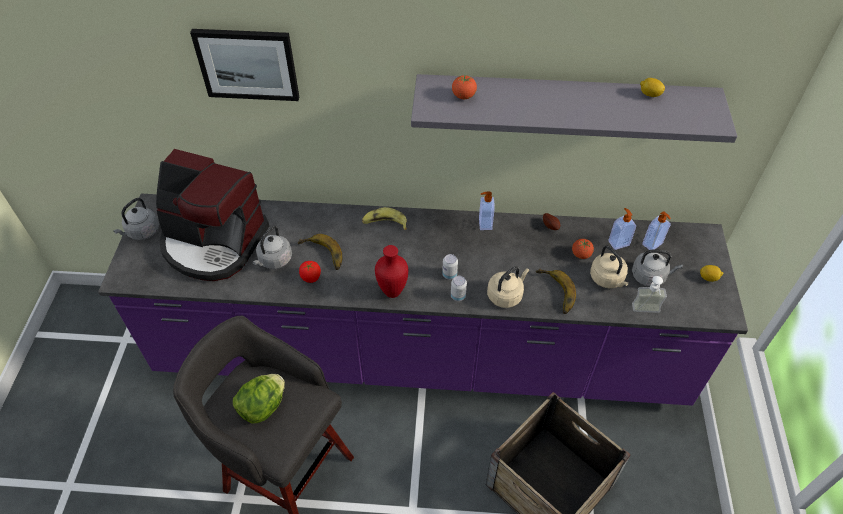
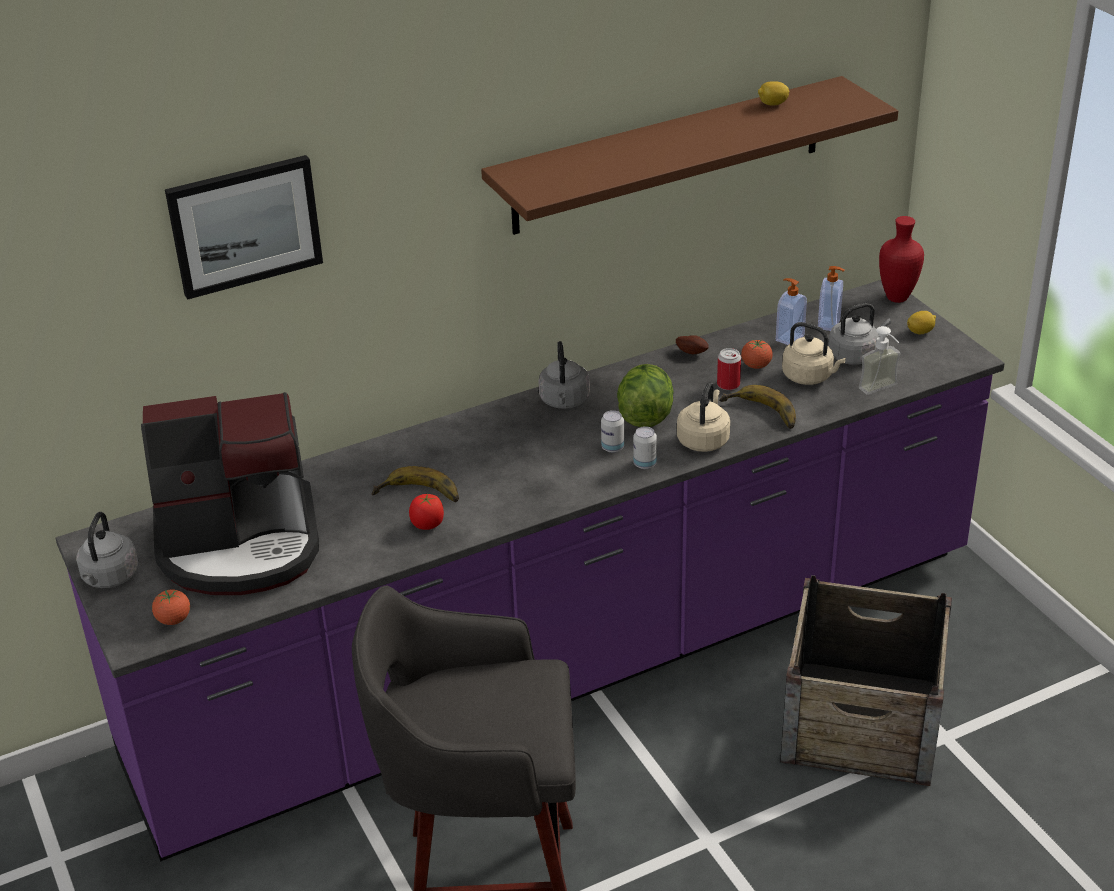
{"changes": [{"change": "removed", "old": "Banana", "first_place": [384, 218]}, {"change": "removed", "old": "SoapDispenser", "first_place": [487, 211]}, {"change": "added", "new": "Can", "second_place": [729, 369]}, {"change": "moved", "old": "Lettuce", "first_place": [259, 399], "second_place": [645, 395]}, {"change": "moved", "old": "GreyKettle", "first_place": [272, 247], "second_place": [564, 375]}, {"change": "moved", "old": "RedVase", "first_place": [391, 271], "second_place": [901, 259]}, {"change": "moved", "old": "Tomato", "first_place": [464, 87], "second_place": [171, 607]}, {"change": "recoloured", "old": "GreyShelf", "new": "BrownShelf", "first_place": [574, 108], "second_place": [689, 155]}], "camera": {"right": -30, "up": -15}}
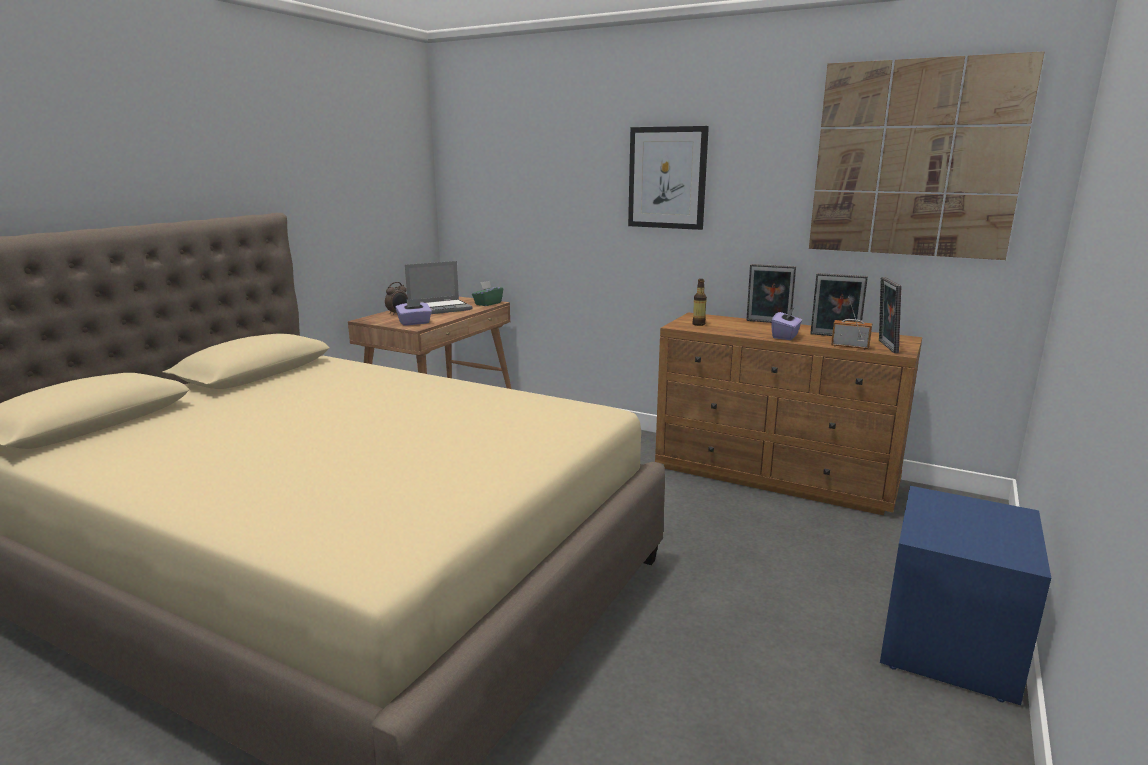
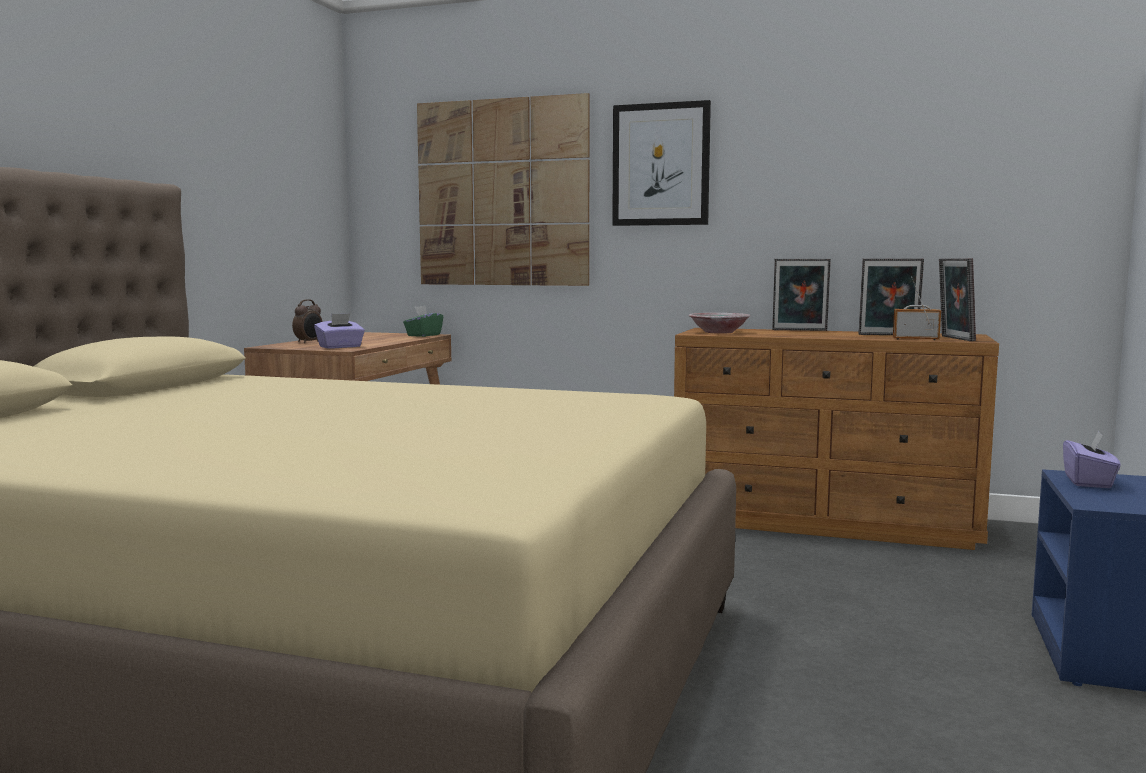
{"changes": [{"change": "removed", "old": "Laptop", "first_place": [438, 287]}, {"change": "moved", "old": "PurpleTissueBox", "first_place": [786, 323], "second_place": [1092, 459]}, {"change": "moved", "old": "Picture", "first_place": [927, 155], "second_place": [503, 189]}, {"change": "replaced", "old": "Bottle", "new": "Bowl", "first_place": [699, 302], "second_place": [719, 323]}], "camera": {"right": -10, "up": -10}}
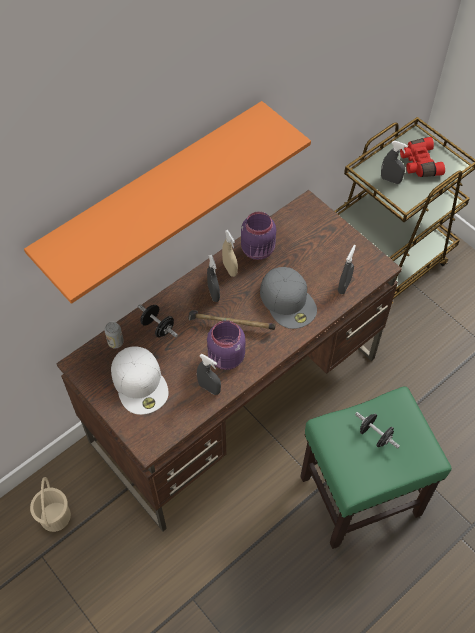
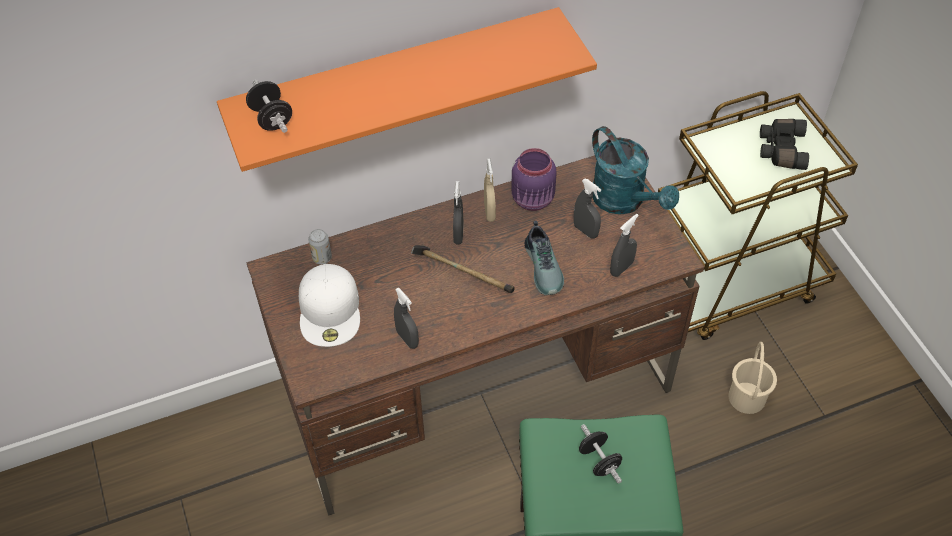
{"changes": [{"change": "removed", "old": "PurpleJar", "first_place": [226, 345]}, {"change": "added", "new": "TurquoiseWateringCan", "second_place": [635, 170]}, {"change": "moved", "old": "BeigeBucket", "first_place": [50, 504], "second_place": [753, 378]}, {"change": "moved", "old": "BlackDumbbell", "first_place": [158, 320], "second_place": [269, 106]}, {"change": "moved", "old": "GreySprayBottle", "first_place": [394, 162], "second_place": [587, 209]}, {"change": "replaced", "old": "GreyCap", "new": "Shoe", "first_place": [288, 298], "second_place": [544, 258]}, {"change": "recoloured", "old": "RedBinoculars", "new": "BlackBinoculars", "first_place": [422, 157], "second_place": [784, 144]}], "camera": {"right": 20, "up": -5}}
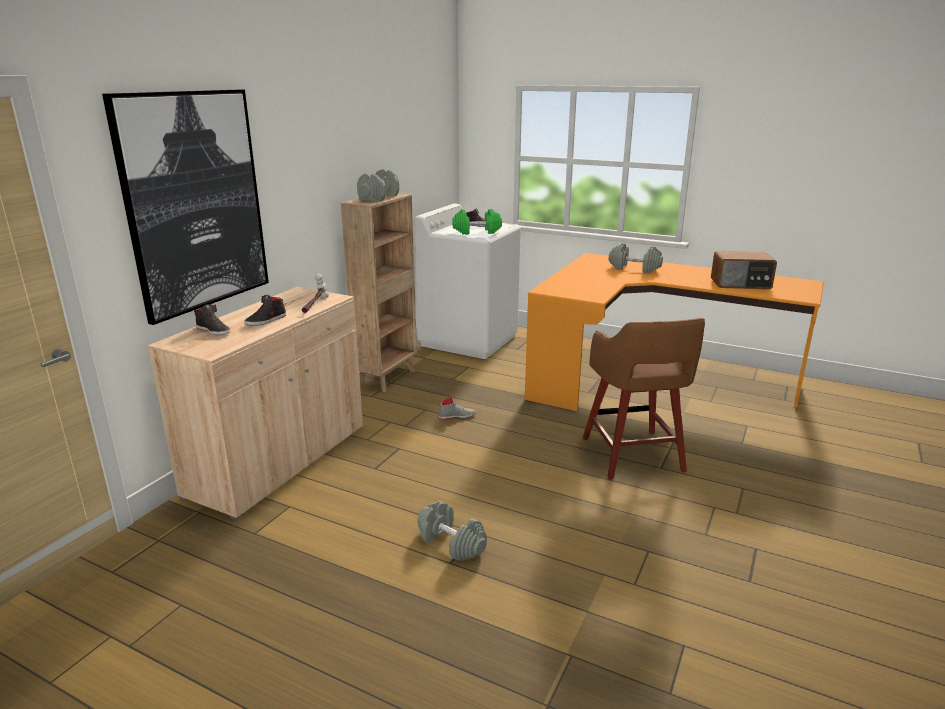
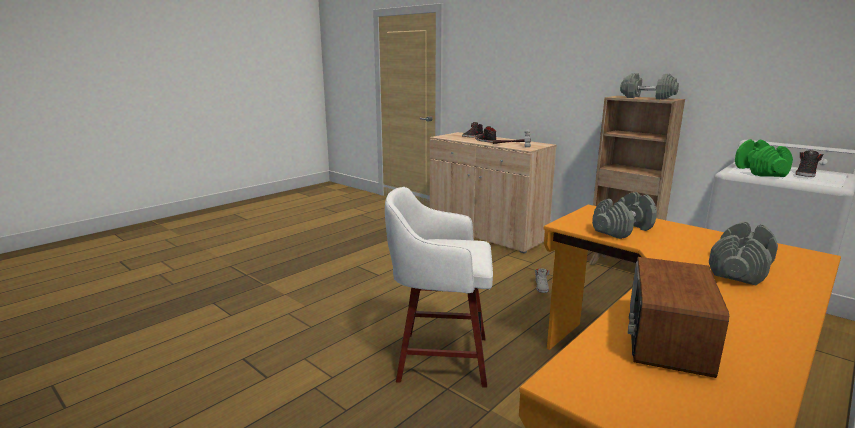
{"changes": [{"change": "removed", "old": "Picture", "first_place": [185, 207]}, {"change": "moved", "old": "GreyDumbbell", "first_place": [452, 531], "second_place": [624, 215]}, {"change": "recoloured", "old": "BrownStool", "new": "WhiteStool", "first_place": [644, 399], "second_place": [439, 287]}], "camera": {"right": 105, "up": -5}}
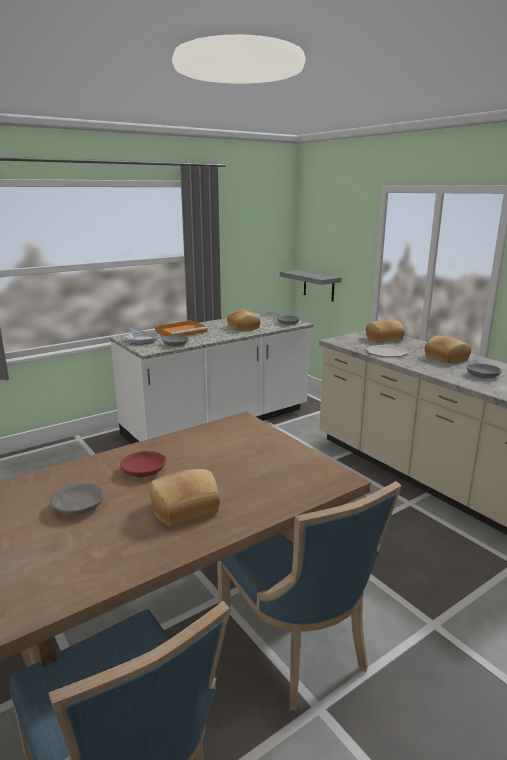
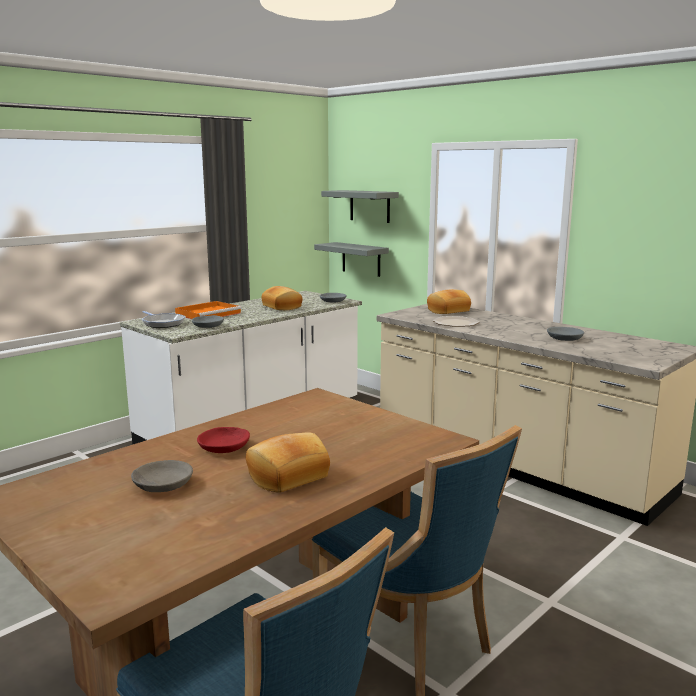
{"changes": [{"change": "removed", "old": "Bread", "first_place": [448, 350]}, {"change": "added", "new": "GreyShelf", "second_place": [360, 206]}], "camera": {"right": -10, "up": -5}}
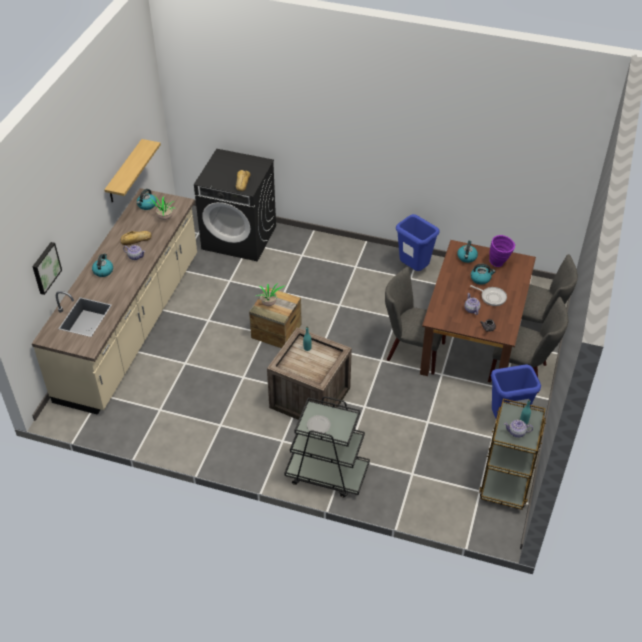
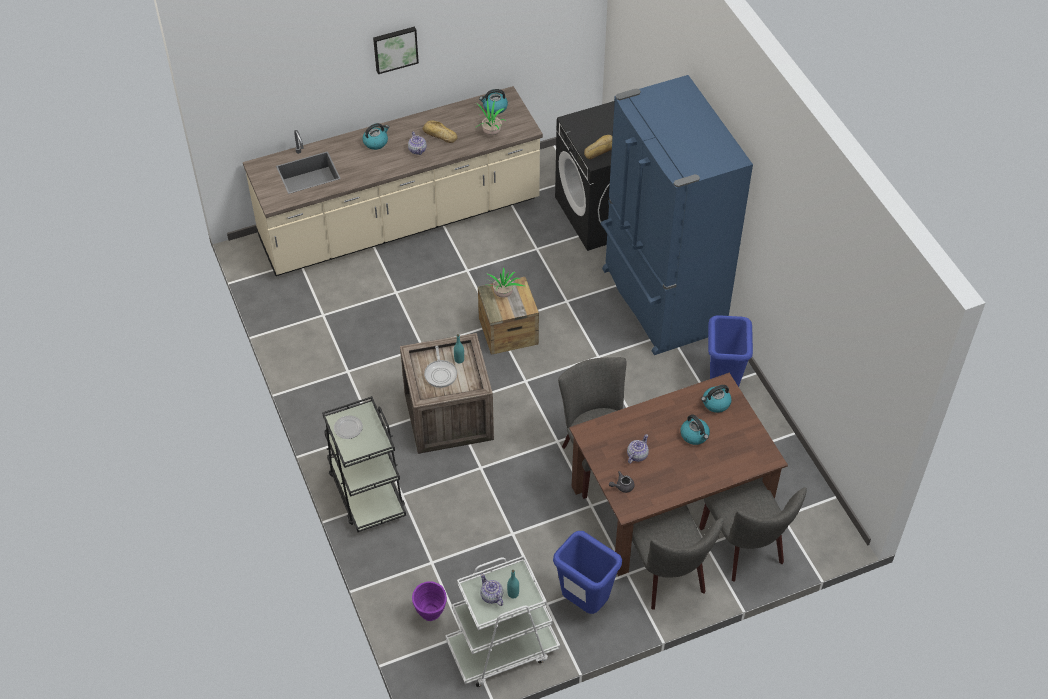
{"changes": [{"change": "removed", "old": "Shelf", "first_place": [132, 171]}, {"change": "added", "new": "BlueFridge", "second_place": [677, 215]}, {"change": "moved", "old": "Picture", "first_place": [47, 268], "second_place": [396, 50]}, {"change": "moved", "old": "FryingPan", "first_place": [488, 295], "second_place": [440, 367]}, {"change": "moved", "old": "PurpleVase", "first_place": [502, 251], "second_place": [429, 601]}, {"change": "recoloured", "old": "BrownCart", "new": "WhiteCart", "first_place": [512, 454], "second_place": [502, 621]}], "camera": {"right": 50, "up": 5}}
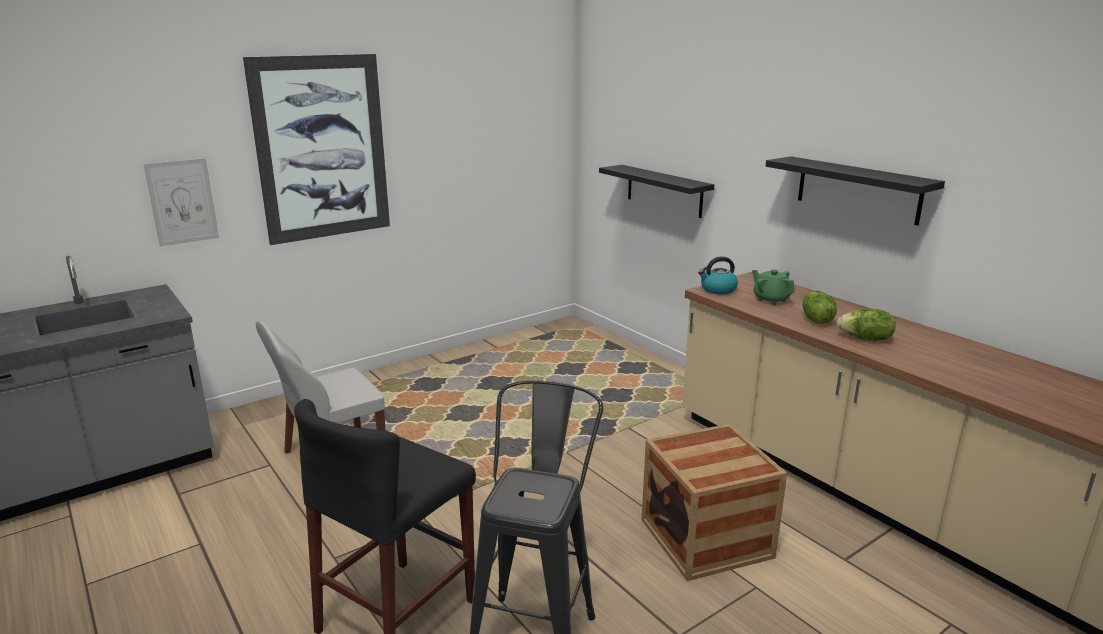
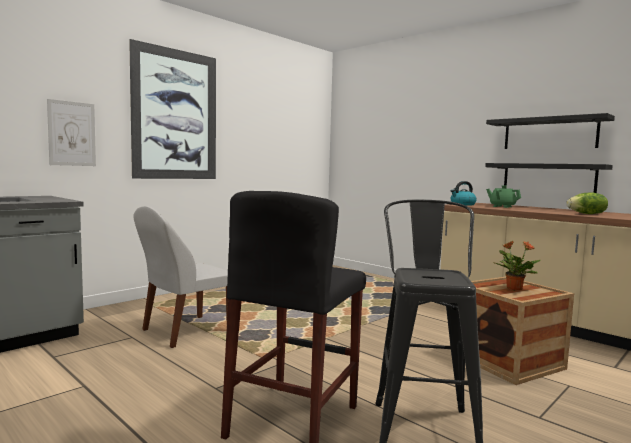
{"changes": [{"change": "removed", "old": "Lettuce", "first_place": [820, 307]}, {"change": "added", "new": "PottedPlant", "second_place": [517, 266]}, {"change": "moved", "old": "BlackShelf", "first_place": [656, 191], "second_place": [549, 178]}], "camera": {"right": -10, "up": -15}}
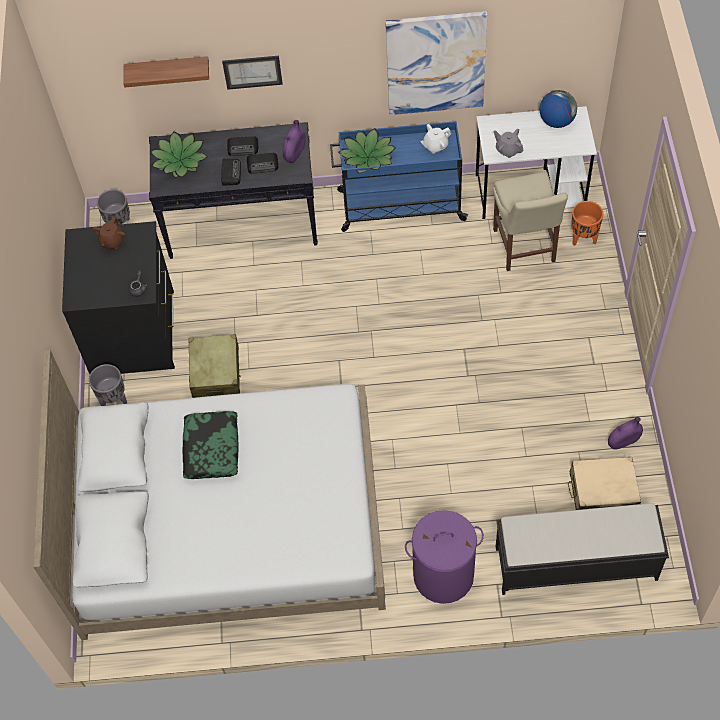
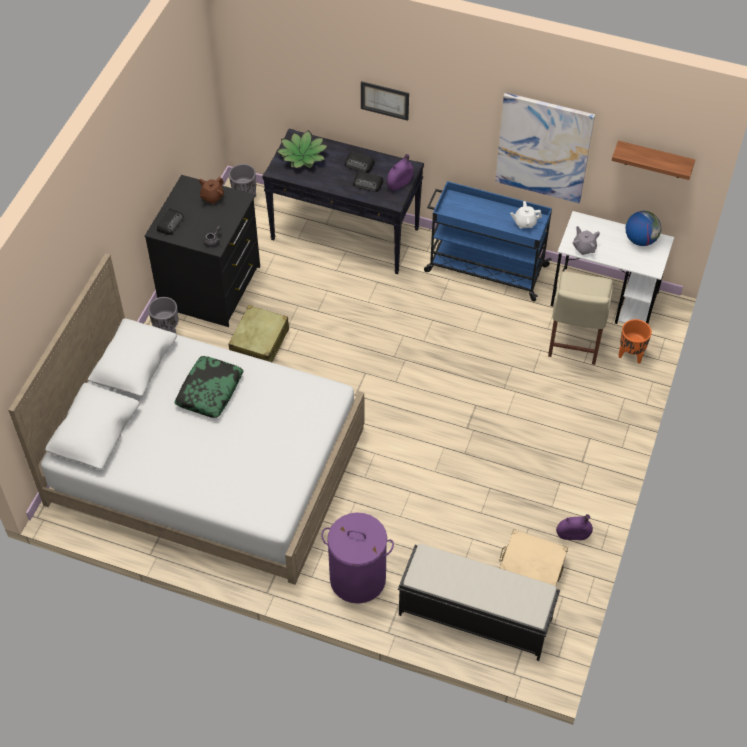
{"changes": [{"change": "removed", "old": "PottedPlant", "first_place": [367, 150]}, {"change": "moved", "old": "Shelf", "first_place": [166, 71], "second_place": [653, 160]}, {"change": "moved", "old": "Radio", "first_place": [231, 172], "second_place": [170, 221]}], "camera": {"right": 20, "up": -5}}
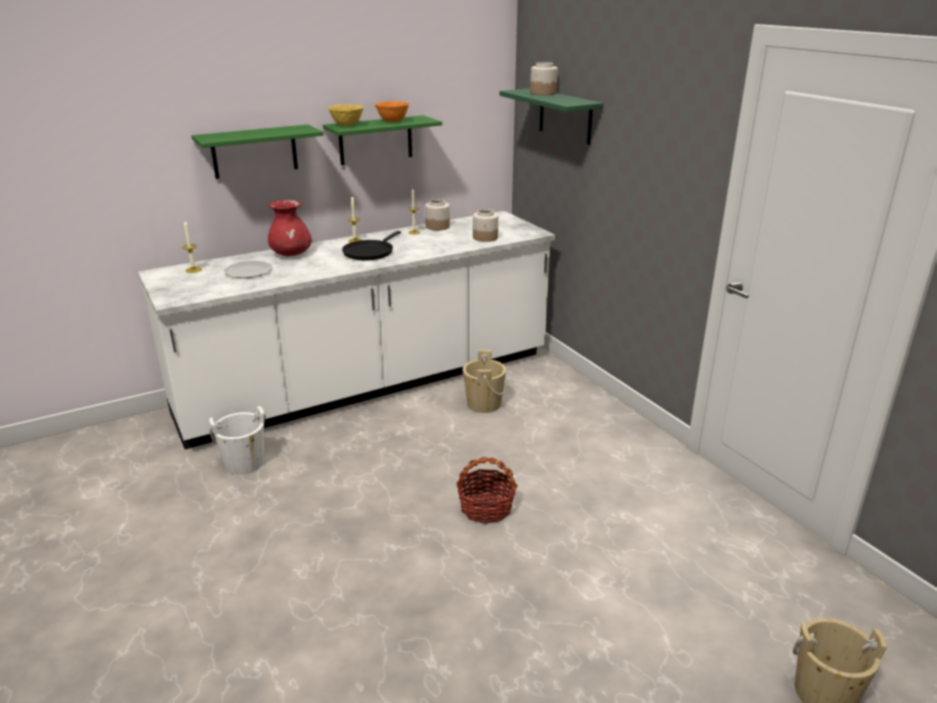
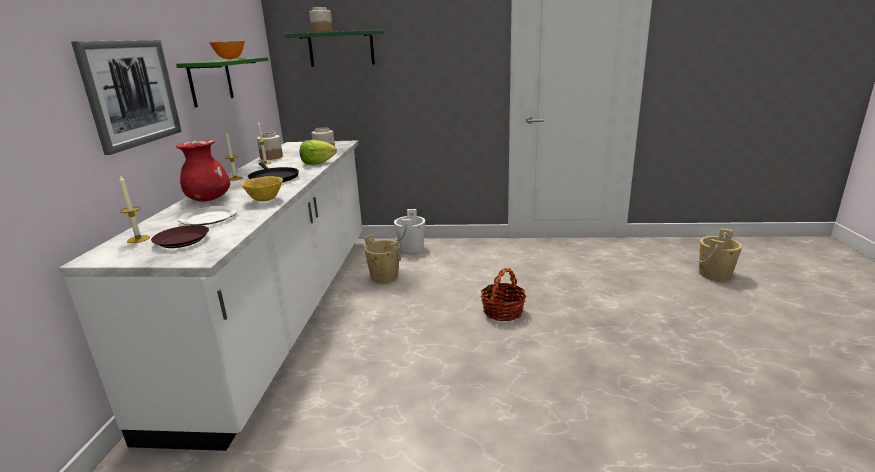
{"changes": [{"change": "added", "new": "BrownPlate", "second_place": [180, 236]}, {"change": "added", "new": "Lettuce", "second_place": [318, 152]}, {"change": "moved", "old": "WhiteBucket", "first_place": [237, 440], "second_place": [409, 231]}, {"change": "moved", "old": "YellowBowl", "first_place": [346, 115], "second_place": [262, 188]}, {"change": "replaced", "old": "GreenShelf", "new": "Picture", "first_place": [257, 151], "second_place": [126, 97]}], "camera": {"right": -55, "up": -5}}
